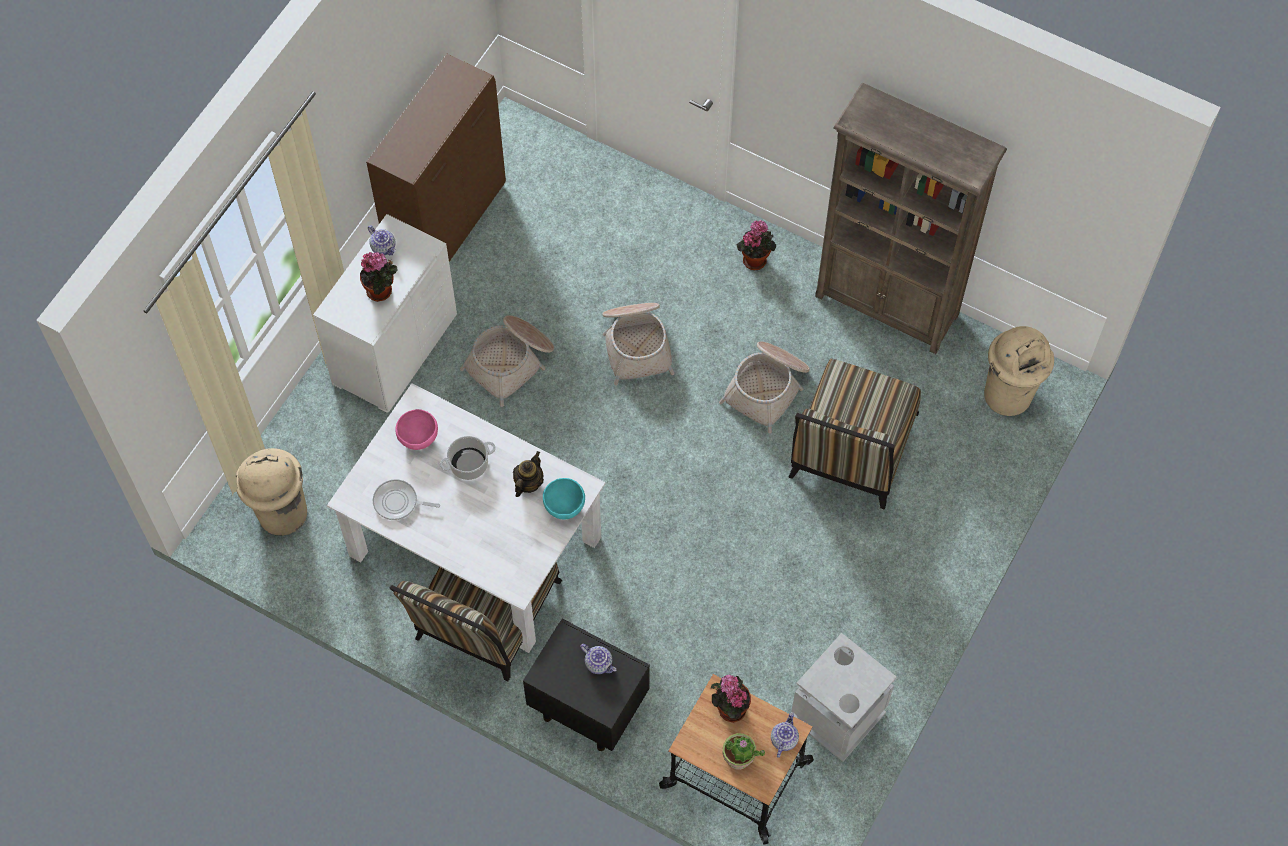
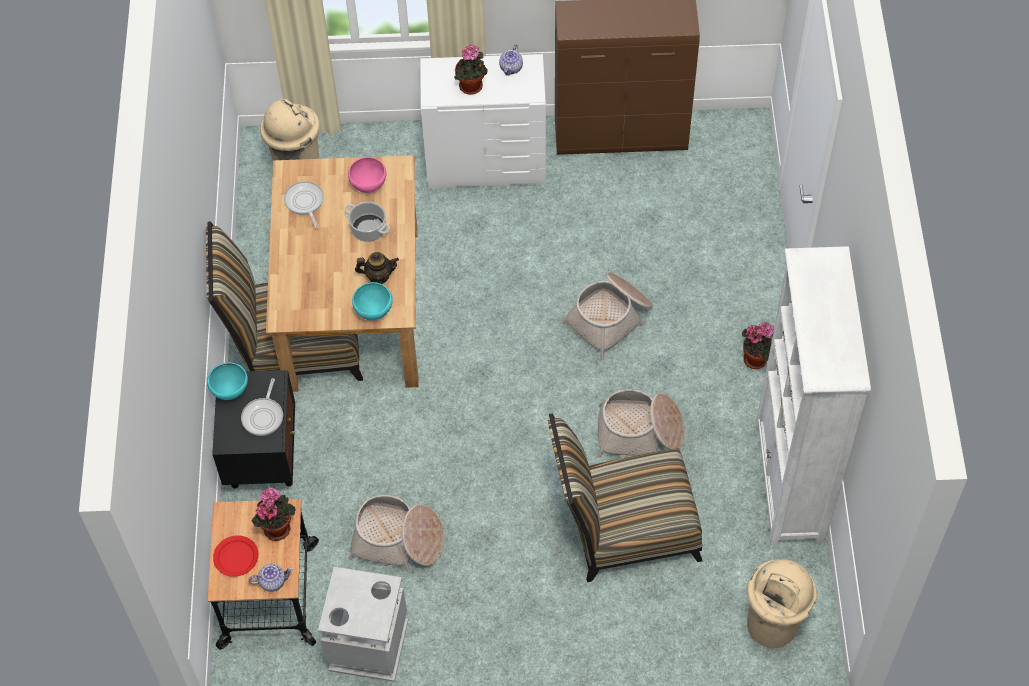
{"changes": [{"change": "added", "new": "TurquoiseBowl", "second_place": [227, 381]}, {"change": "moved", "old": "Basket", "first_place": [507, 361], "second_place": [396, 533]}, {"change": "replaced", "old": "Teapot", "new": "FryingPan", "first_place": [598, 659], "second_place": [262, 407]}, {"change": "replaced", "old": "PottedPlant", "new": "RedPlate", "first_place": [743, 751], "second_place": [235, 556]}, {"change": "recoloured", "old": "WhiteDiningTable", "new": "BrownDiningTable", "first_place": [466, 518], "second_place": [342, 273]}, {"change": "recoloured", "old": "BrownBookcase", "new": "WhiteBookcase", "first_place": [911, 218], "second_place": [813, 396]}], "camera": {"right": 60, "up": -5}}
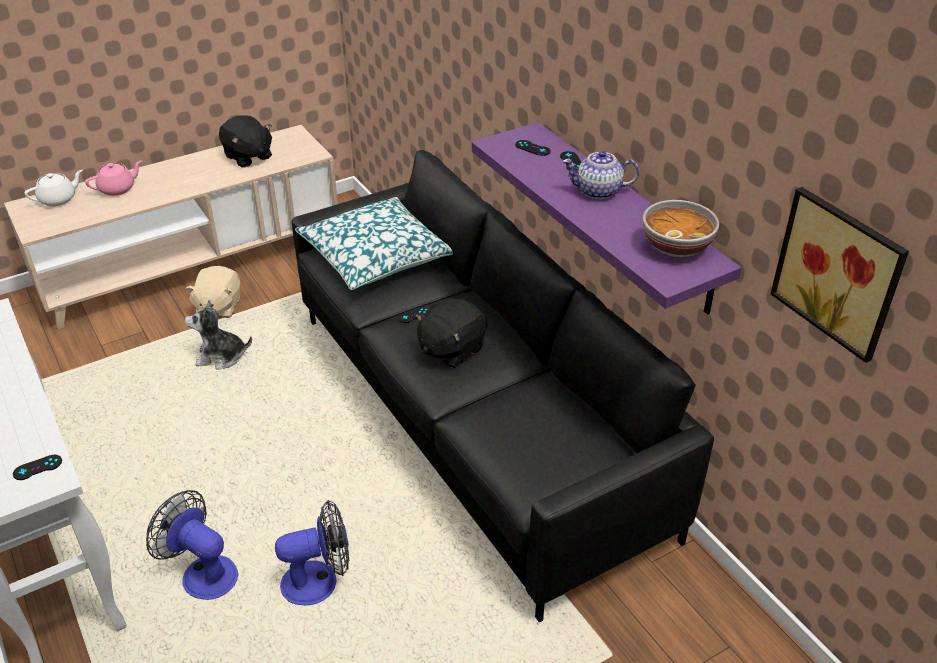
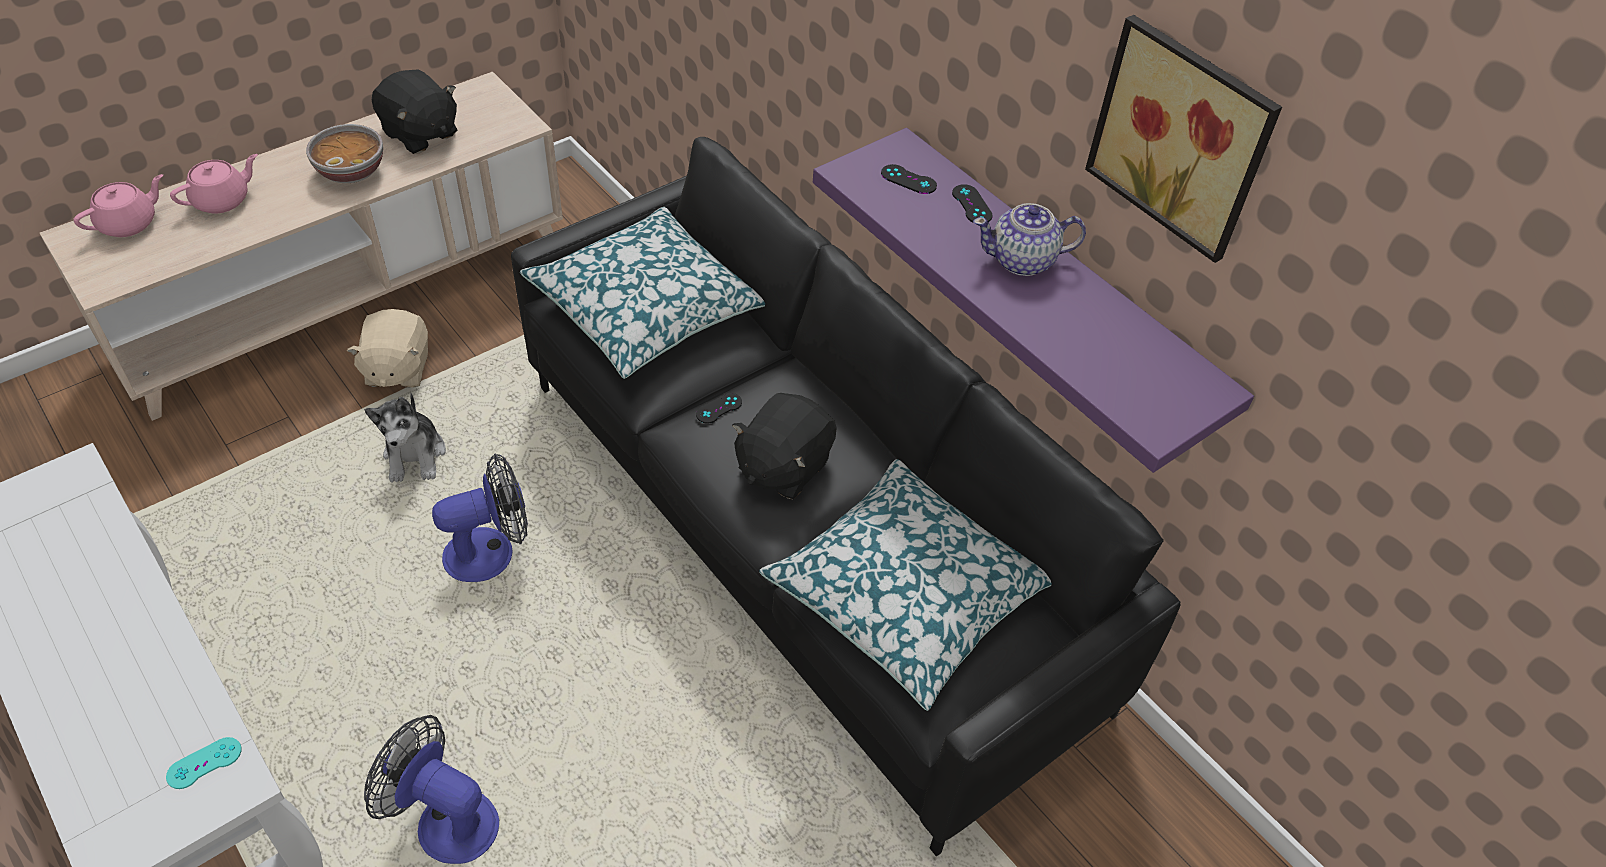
{"changes": [{"change": "added", "new": "Pillow", "second_place": [905, 585]}, {"change": "moved", "old": "Fan", "first_place": [312, 553], "second_place": [480, 517]}, {"change": "moved", "old": "Bowl", "first_place": [681, 228], "second_place": [344, 153]}, {"change": "moved", "old": "Picture", "first_place": [840, 275], "second_place": [1183, 139]}, {"change": "recoloured", "old": "BlackGameController", "new": "TurquoiseGameController", "first_place": [37, 467], "second_place": [204, 763]}, {"change": "recoloured", "old": "WhiteTeapot", "new": "PinkTeapot", "first_place": [53, 188], "second_place": [118, 205]}, {"change": "turned", "old": "PlushToy", "first_place": [218, 335], "second_place": [405, 437], "degrees": -90}], "camera": {"right": -10, "up": 10}}
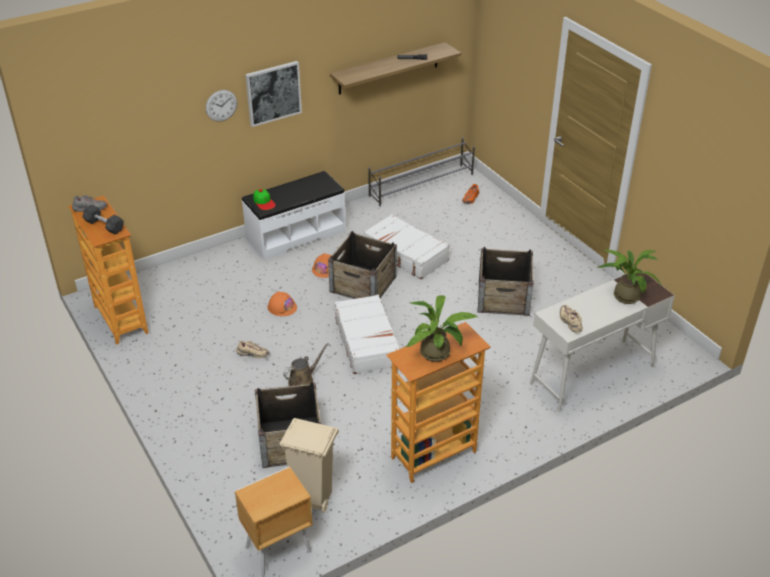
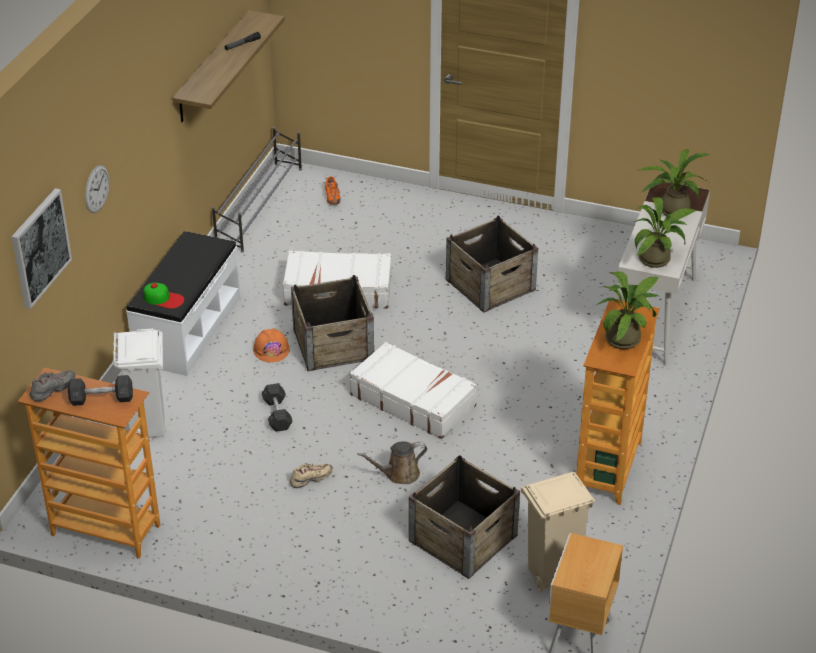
{"changes": [{"change": "added", "new": "WhiteTrashCan", "second_place": [139, 383]}, {"change": "moved", "old": "Picture", "first_place": [273, 94], "second_place": [41, 248]}, {"change": "replaced", "old": "OrangeHardHat", "new": "GreyDumbbell", "first_place": [282, 303], "second_place": [277, 407]}, {"change": "replaced", "old": "BeigeShoe", "new": "PottedPlant", "first_place": [571, 319], "second_place": [665, 232]}, {"change": "turned", "old": "BrownWateringCan", "first_place": [306, 364], "second_place": [392, 462], "degrees": -120}], "camera": {"right": -40, "up": 0}}
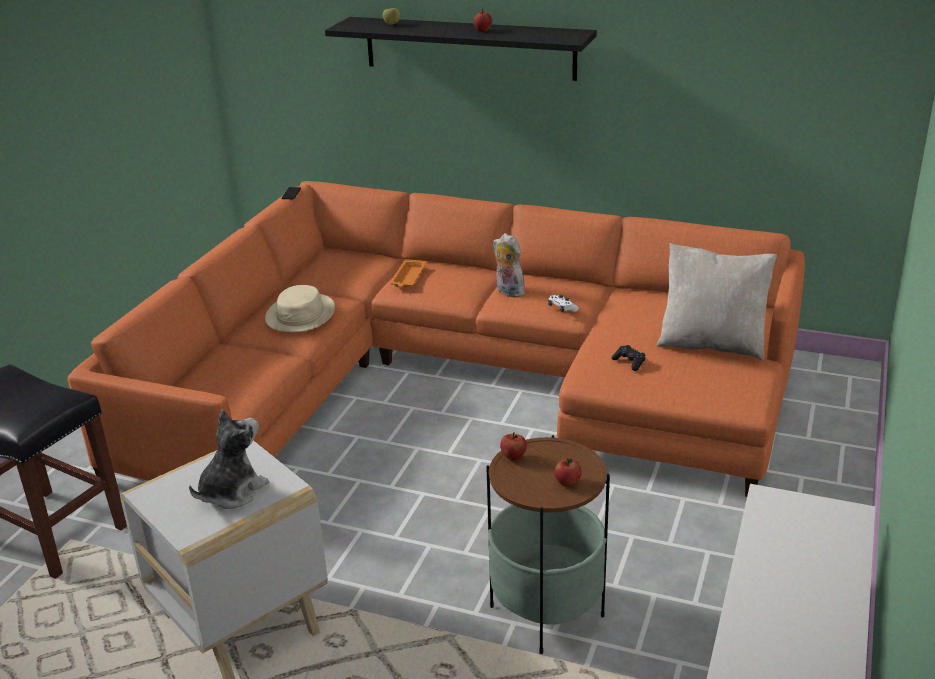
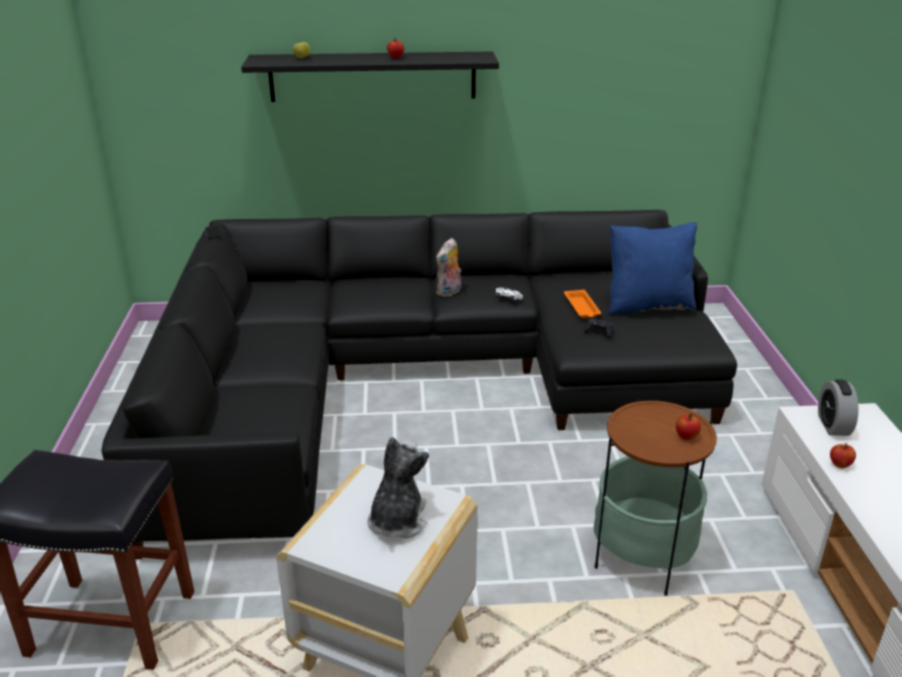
{"changes": [{"change": "removed", "old": "BeigeHat", "first_place": [300, 308]}, {"change": "added", "new": "AlarmClock", "second_place": [838, 407]}, {"change": "moved", "old": "OrangeTray", "first_place": [408, 273], "second_place": [582, 304]}, {"change": "moved", "old": "Apple", "first_place": [513, 446], "second_place": [843, 455]}, {"change": "recoloured", "old": "OrangeSofa", "new": "BlackSofa", "first_place": [436, 339], "second_place": [419, 384]}, {"change": "recoloured", "old": "BeigePillow", "new": "BluePillow", "first_place": [716, 302], "second_place": [652, 268]}, {"change": "turned", "old": "PlushToy", "first_place": [509, 265], "second_place": [448, 267], "degrees": -75}], "camera": {"right": -25, "up": 0}}
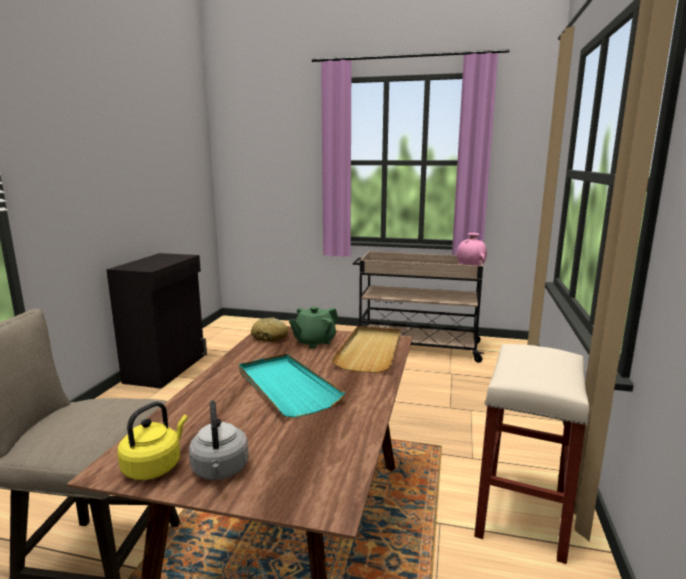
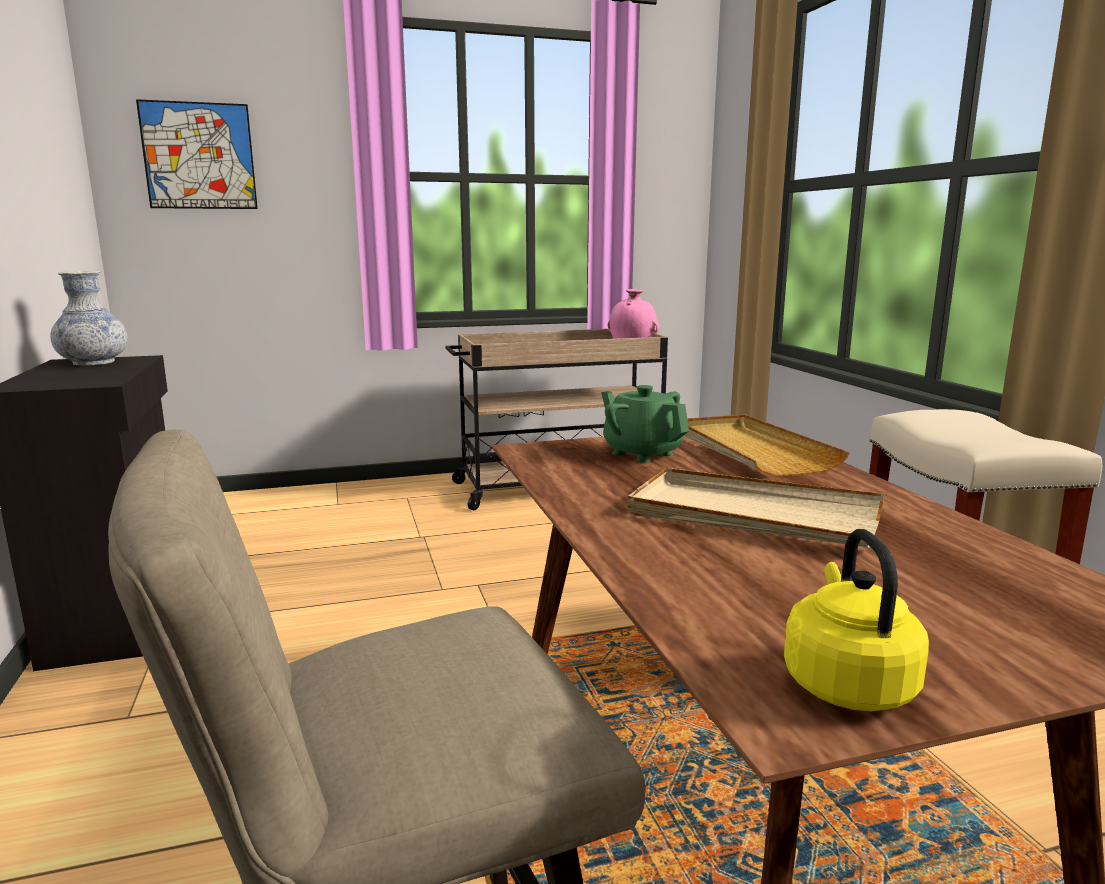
{"changes": [{"change": "removed", "old": "GreyKettle", "first_place": [219, 440]}, {"change": "removed", "old": "Bread", "first_place": [269, 329]}, {"change": "added", "new": "Vase", "second_place": [89, 318]}, {"change": "added", "new": "Picture", "second_place": [197, 154]}, {"change": "recoloured", "old": "TurquoiseTray", "new": "BeigeTray", "first_place": [292, 386], "second_place": [755, 508]}, {"change": "turned", "old": "GreenTeapot", "first_place": [314, 327], "second_place": [645, 424], "degrees": 120}], "camera": {"right": -30, "up": 0}}
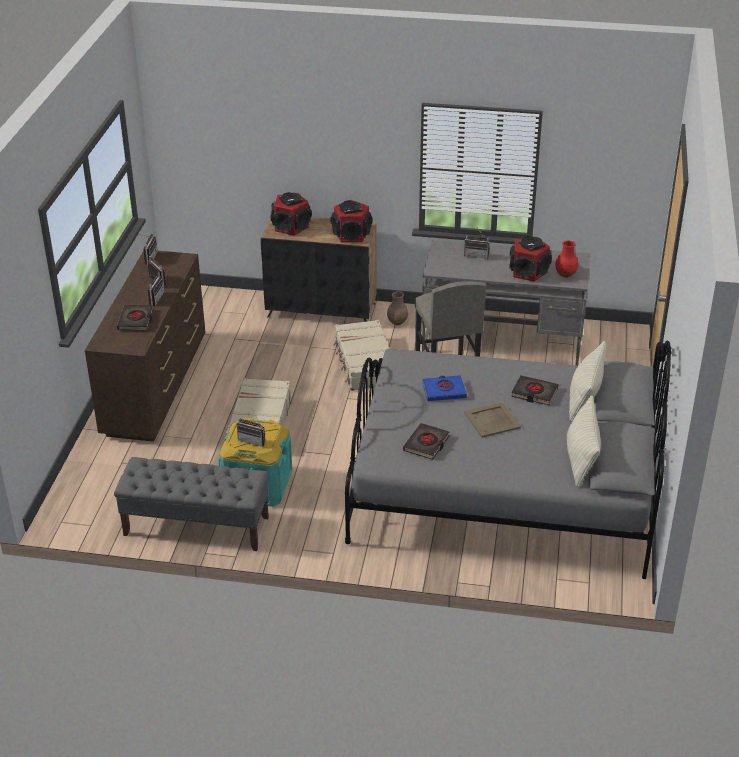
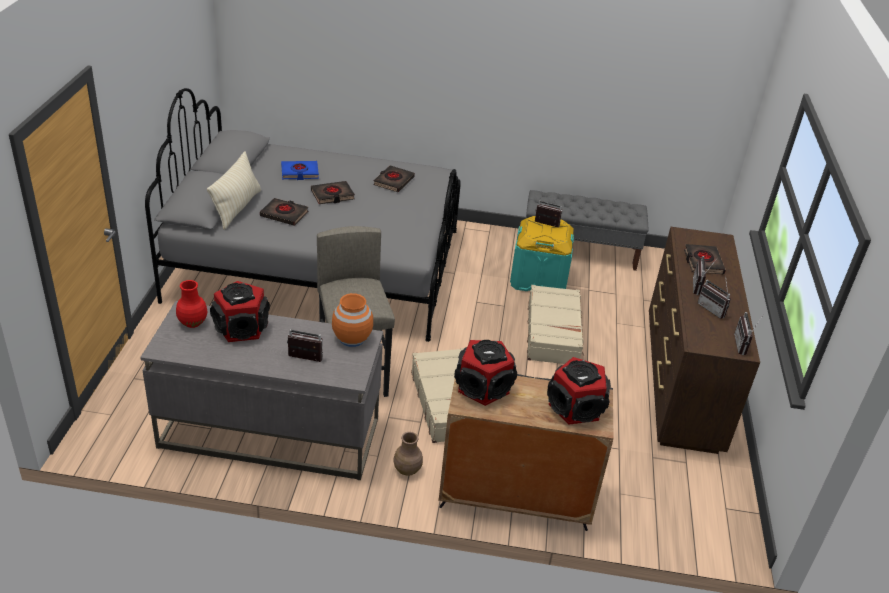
{"changes": [{"change": "removed", "old": "BeigePillow", "first_place": [584, 441]}, {"change": "added", "new": "OrangeVase", "second_place": [352, 320]}, {"change": "moved", "old": "BlueBook", "first_place": [444, 388], "second_place": [300, 170]}, {"change": "replaced", "old": "BeigeTray", "new": "BlackBook", "first_place": [492, 420], "second_place": [333, 192]}], "camera": {"right": 175, "up": 0}}
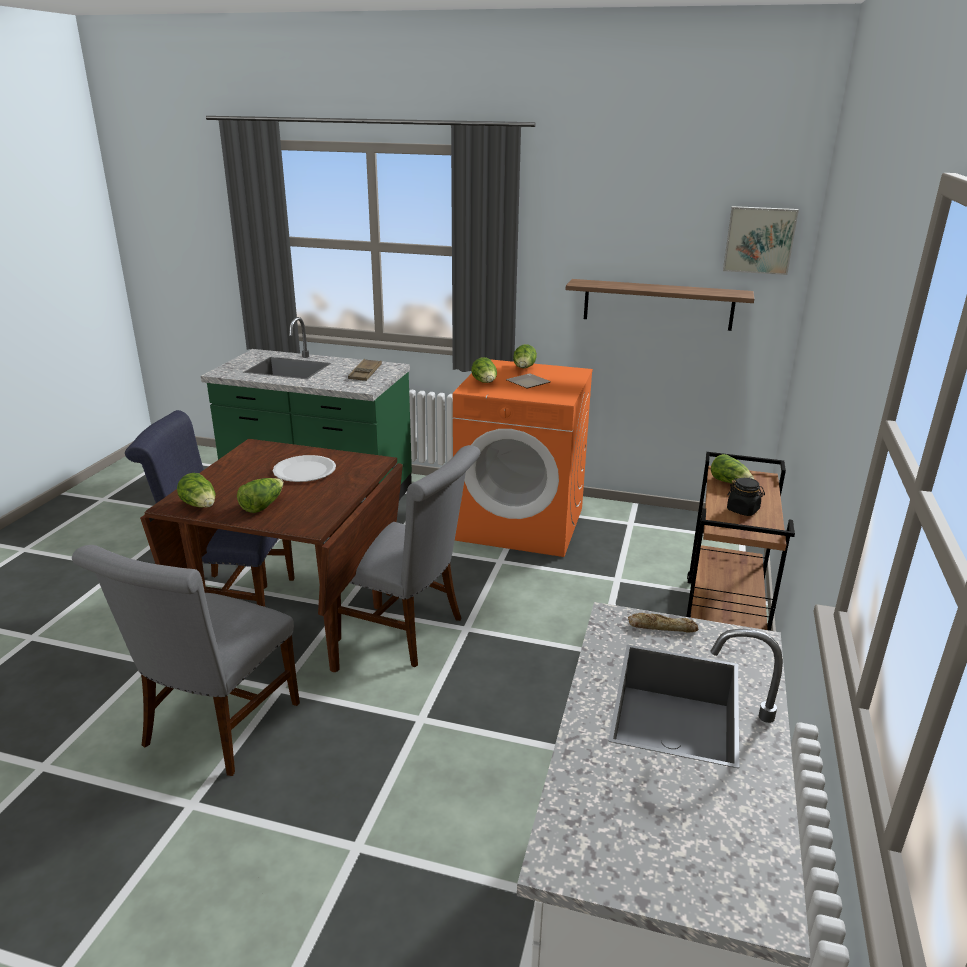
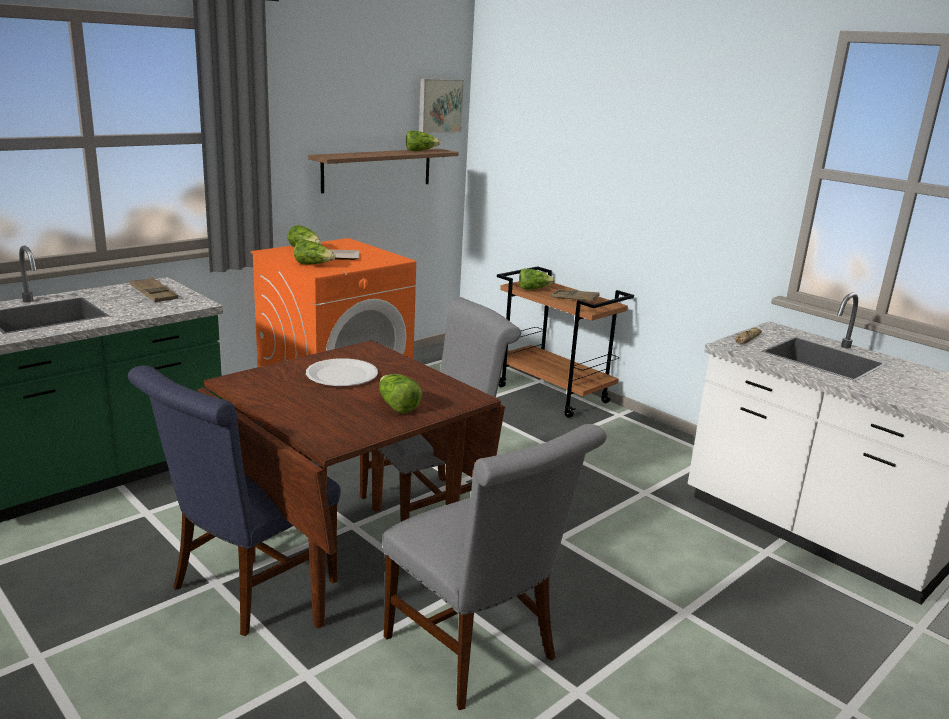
{"changes": [{"change": "moved", "old": "Lettuce", "first_place": [196, 490], "second_place": [423, 140]}, {"change": "replaced", "old": "BlackJar", "new": "BrownTray", "first_place": [746, 497], "second_place": [575, 295]}], "camera": {"right": -60, "up": -5}}
